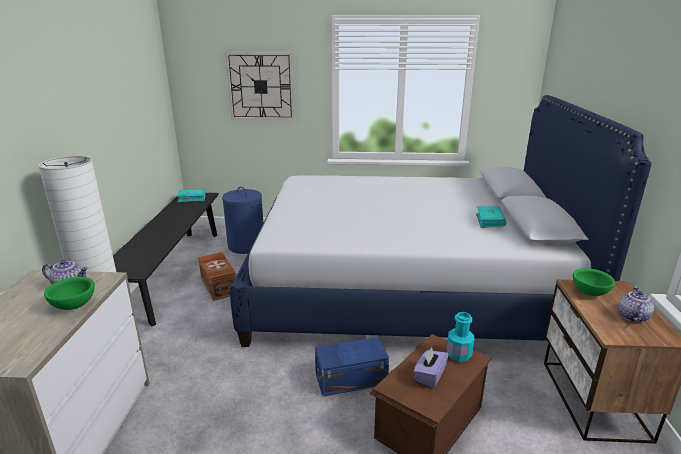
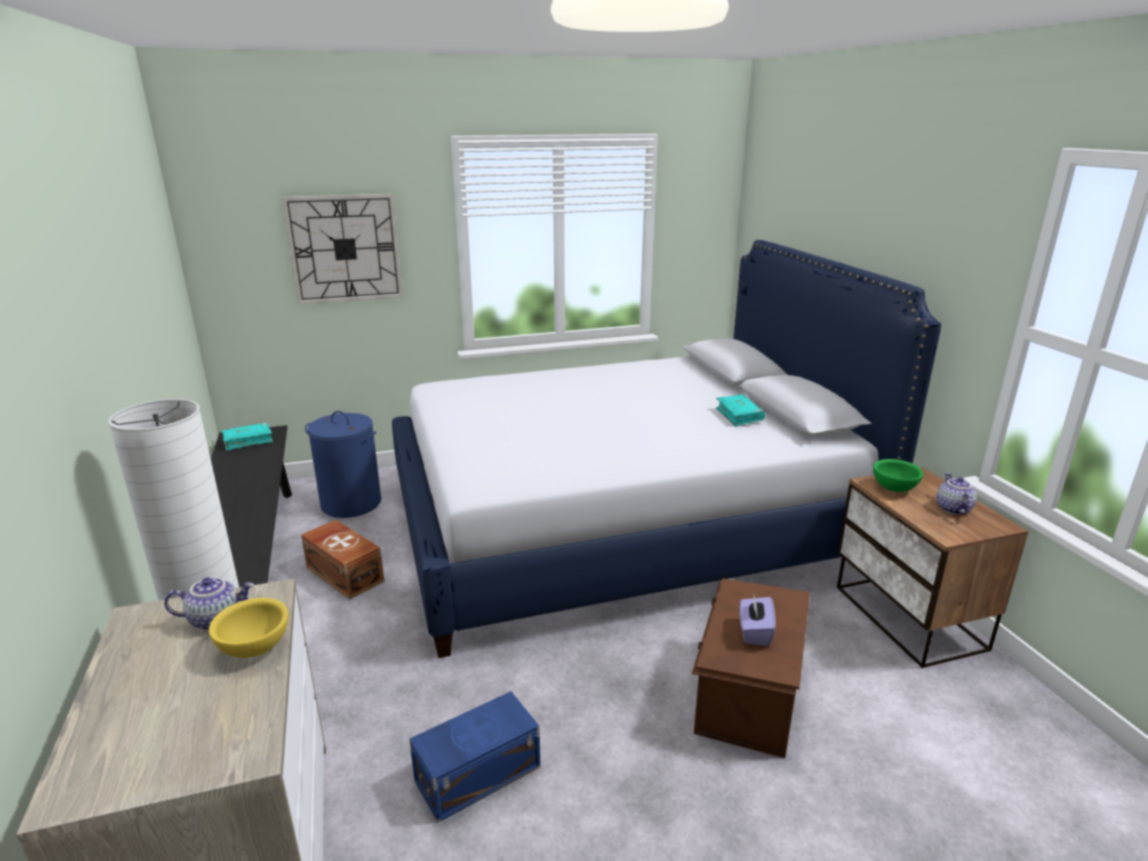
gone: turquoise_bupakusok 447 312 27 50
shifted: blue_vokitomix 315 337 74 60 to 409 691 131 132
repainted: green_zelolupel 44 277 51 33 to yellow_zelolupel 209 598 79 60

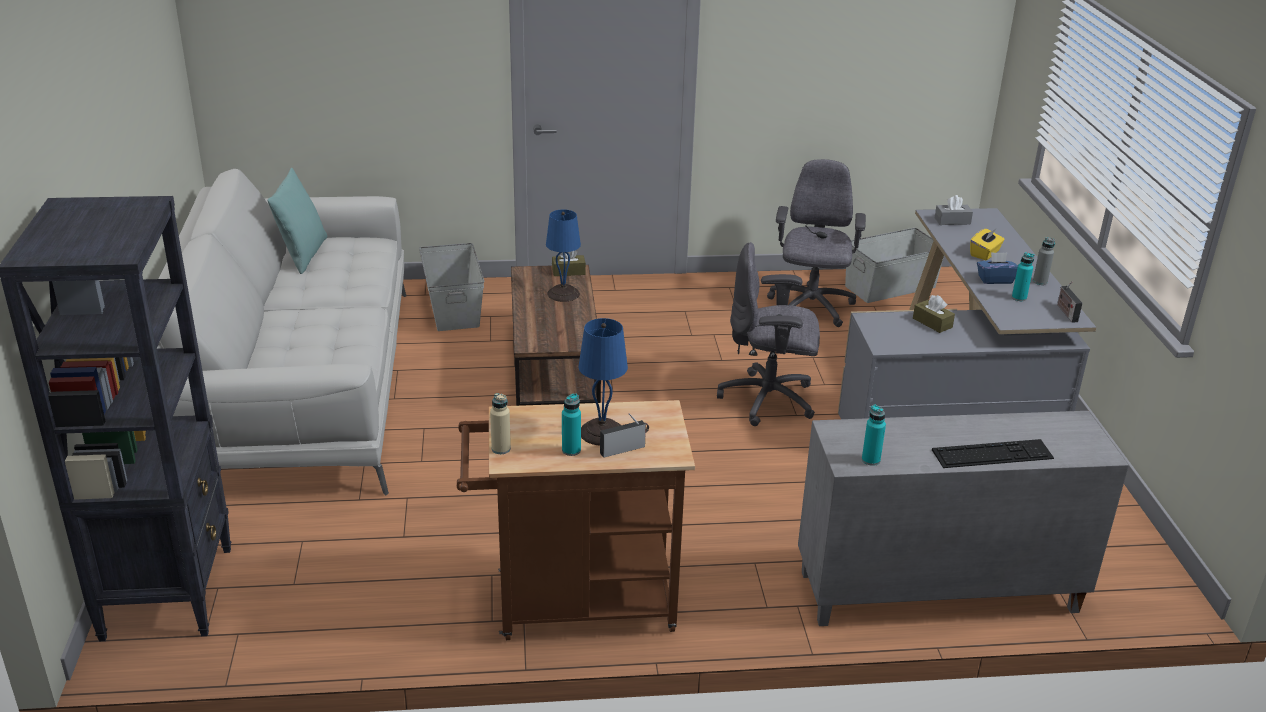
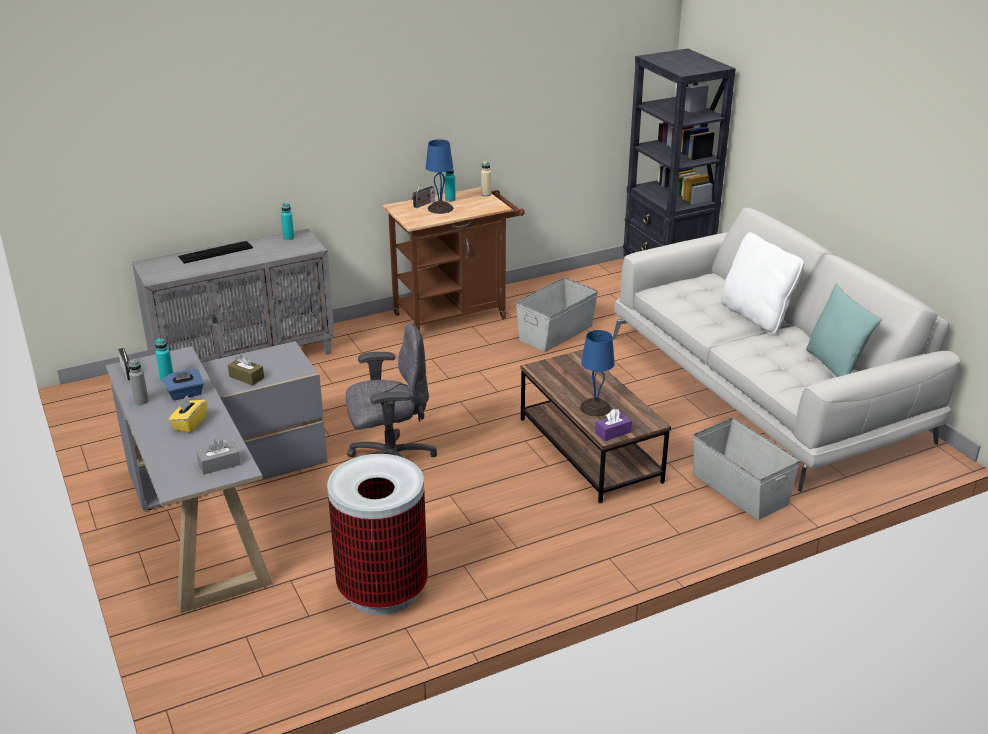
new: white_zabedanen 721 232 83 102
shifted: grey_vokitomix 845 228 99 75 to 516 277 82 75
swapped: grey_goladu 767 159 99 168 to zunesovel 327 454 101 161
repainted: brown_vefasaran 552 250 34 26 to purple_vefasaran 595 409 37 32

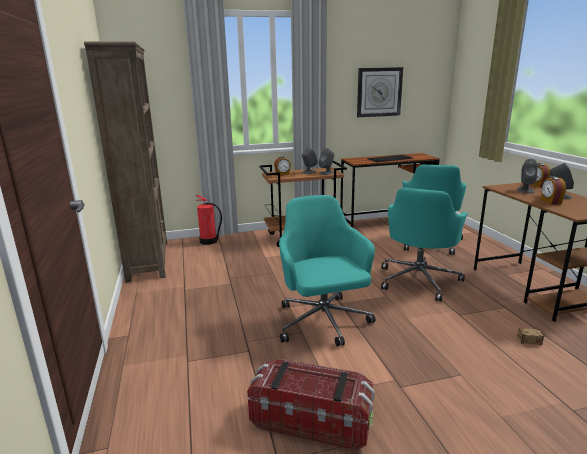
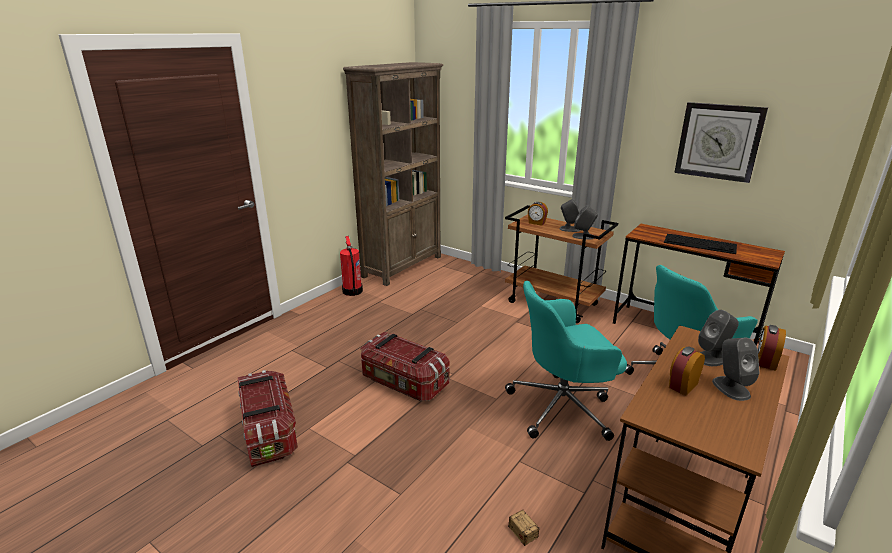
shifted: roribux 195 195 27 50 to 340 236 23 60
swapped: turquoise_goladu 279 195 96 152 to vokitomix 360 332 89 69

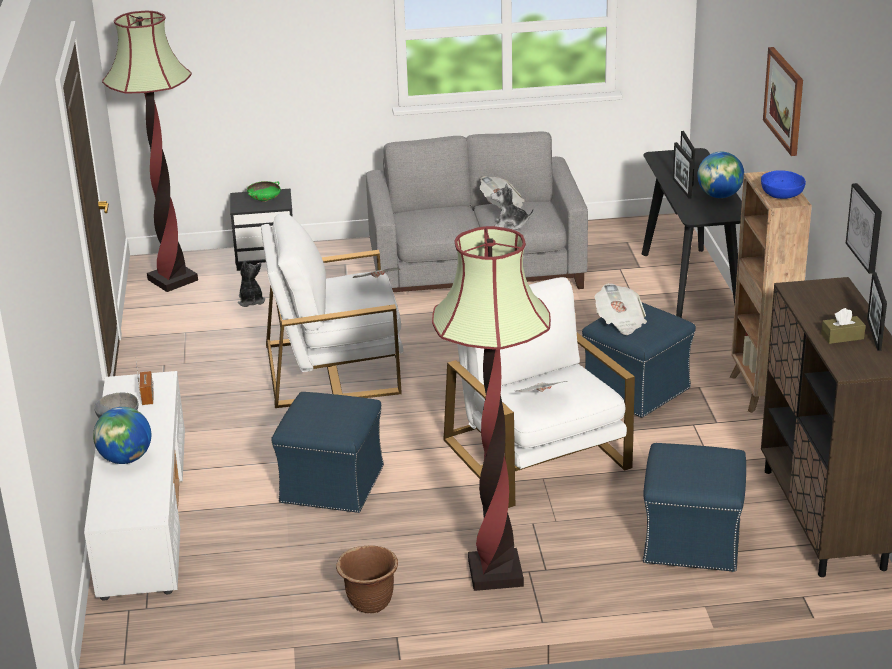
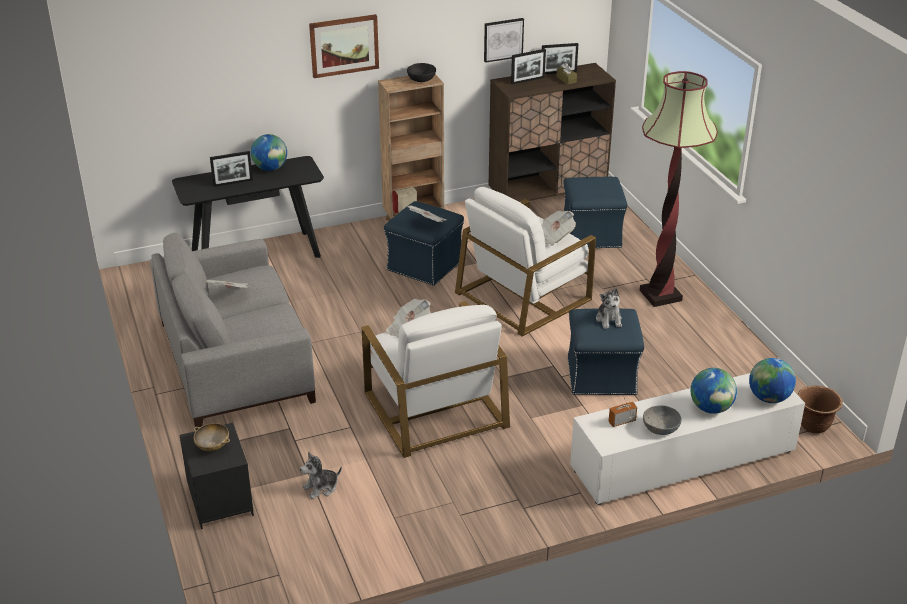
gone: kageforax 102 11 96 281
new: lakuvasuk 749 358 47 45
shifted: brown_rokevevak 336 546 62 67 to 798 385 45 48; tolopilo 491 183 43 47 to 596 288 26 41; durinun 673 142 20 57 to 511 49 35 35
repainted: green_zelolupel 247 181 34 21 to beige_zelolupel 193 423 37 28; blue_zelolupel 761 170 45 29 to black_zelolupel 407 63 29 19

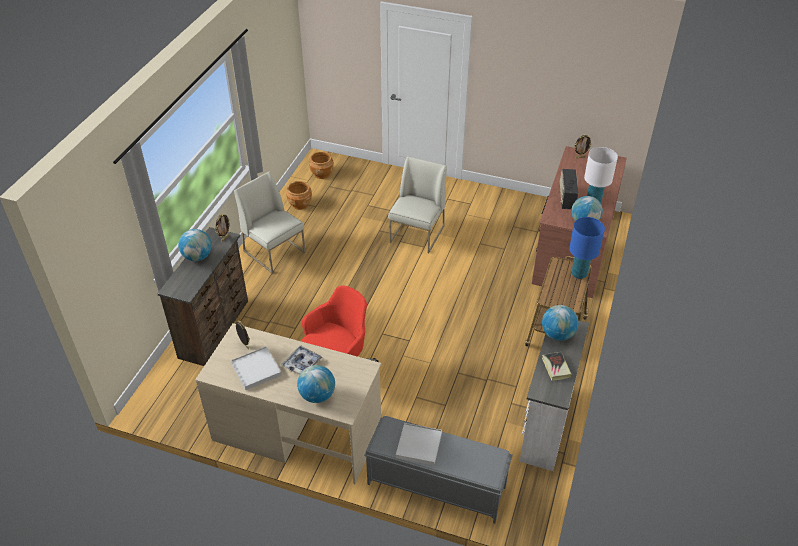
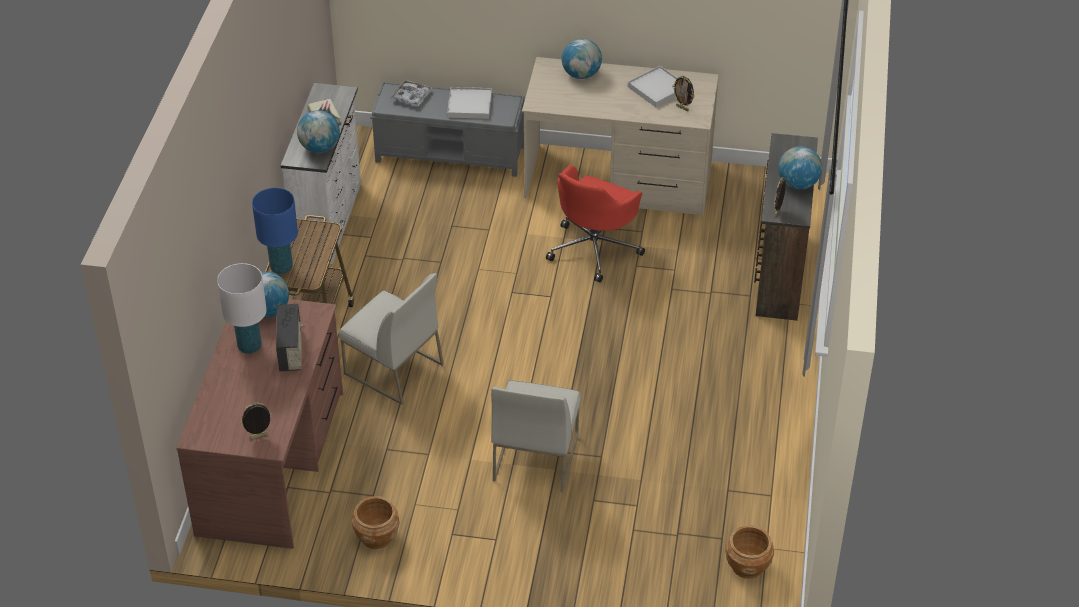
shifted: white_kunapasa 234 171 72 103 to 339 273 105 132; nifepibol 281 345 42 30 to 390 80 43 26; brown_rokevevak 286 181 26 29 to 352 496 48 53

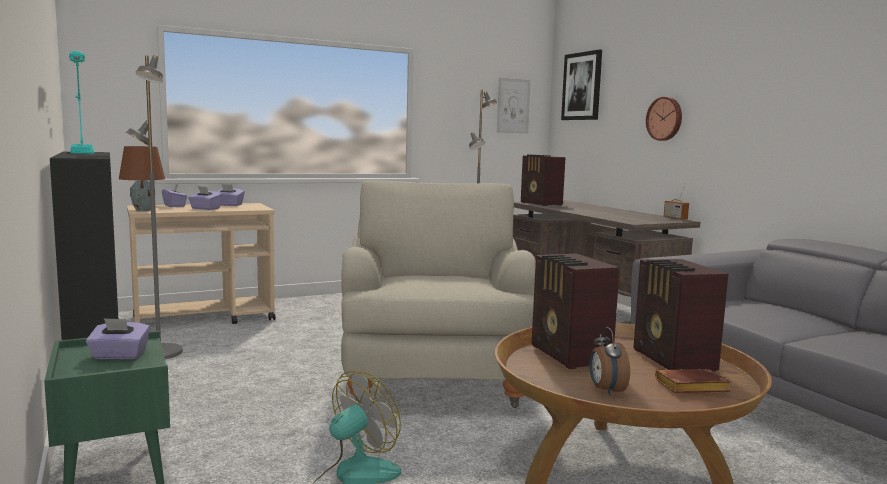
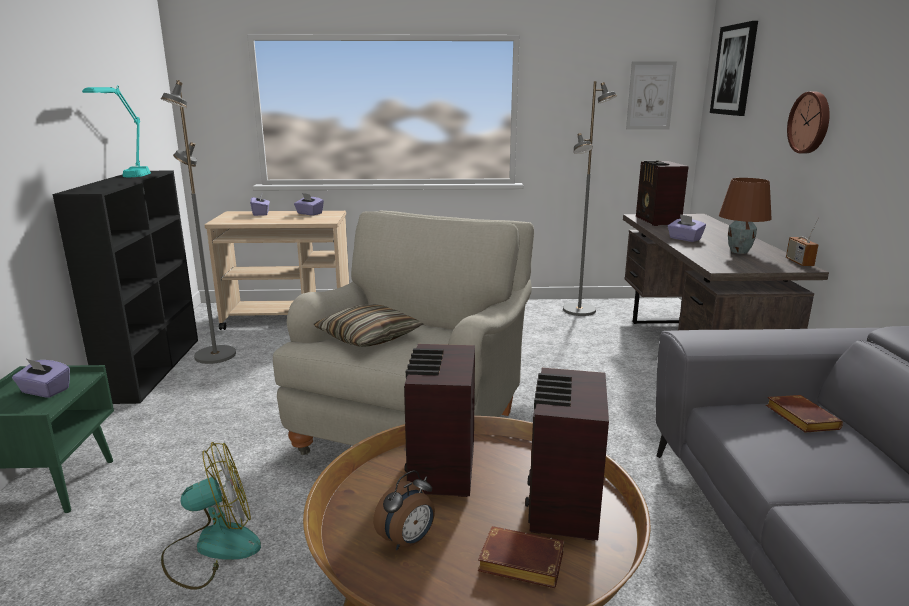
new: zabedanen 314 304 109 43; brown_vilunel 766 395 77 38
shifted: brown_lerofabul 119 146 46 65 to 719 178 53 76; purple_vefasaran 188 186 34 24 to 668 214 38 28
rotated: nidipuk 589 327 41 69 = 373 470 62 80 150 degrees counterclockwise

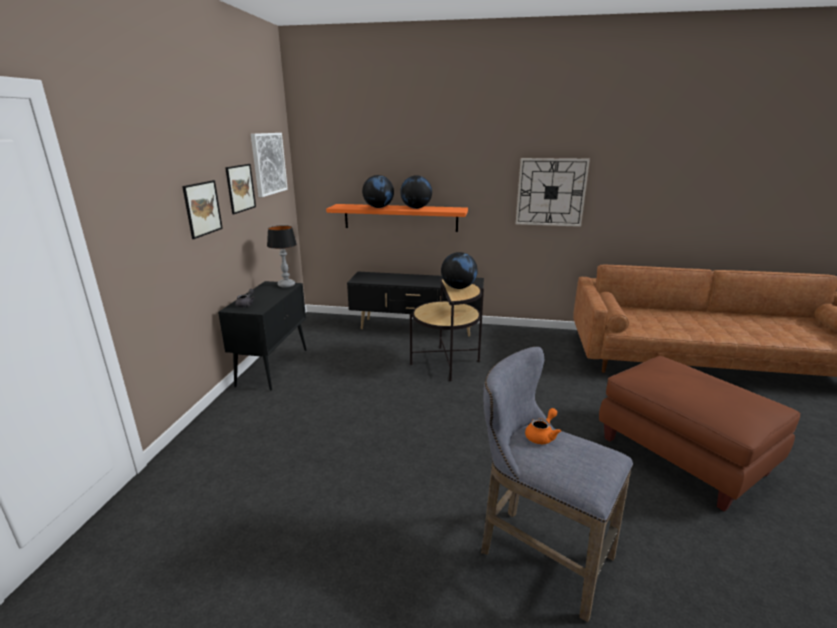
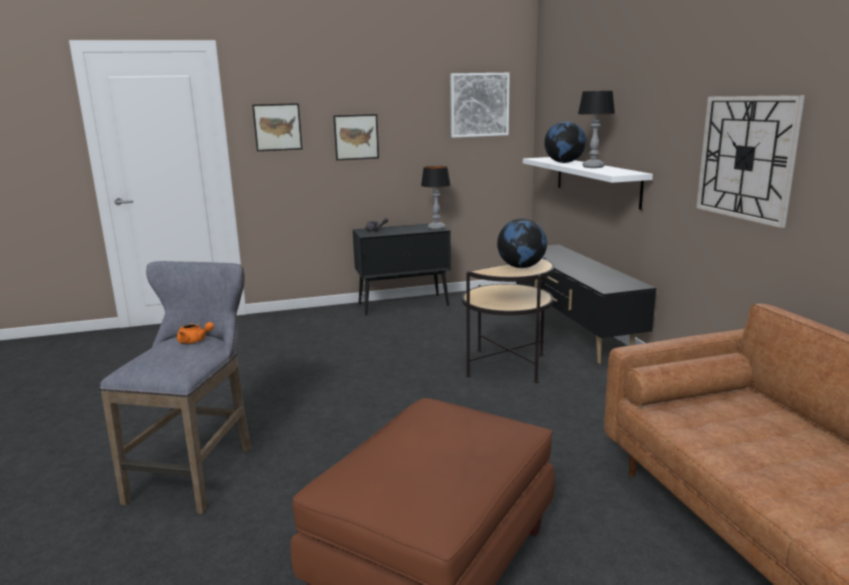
shifted: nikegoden 225 164 31 50 to 252 103 50 48
swapped: lakuvasuk 400 175 32 34 to lerofabul 578 91 37 77
repainted: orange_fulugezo 326 204 142 28 to white_fulugezo 523 157 130 53

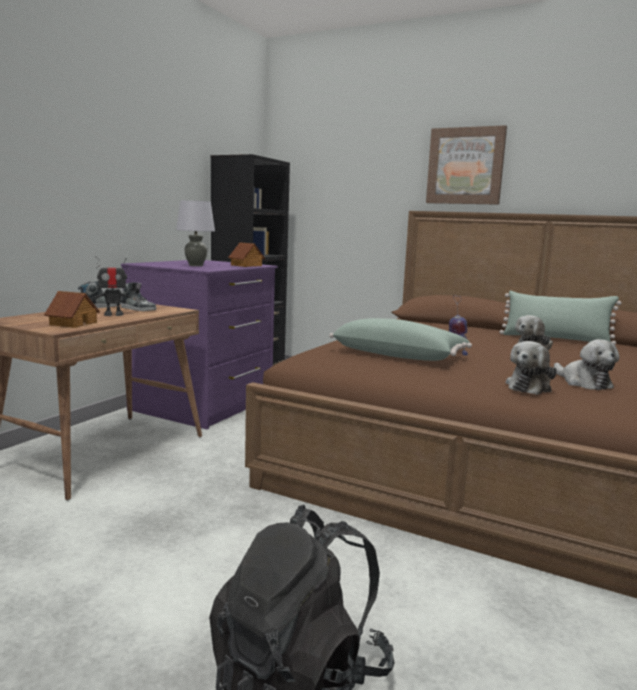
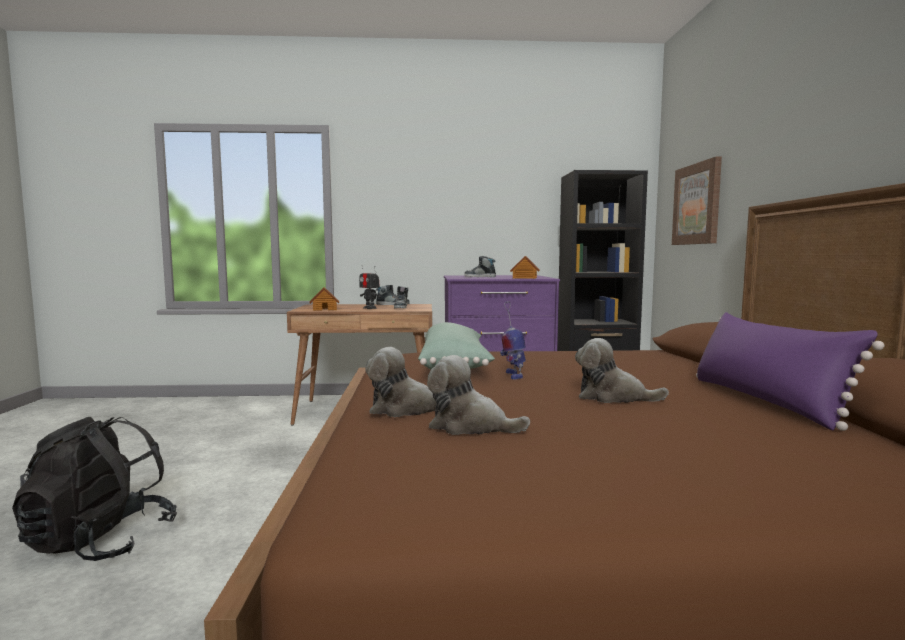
shifted: nikegoden 426 125 81 80 to 672 157 50 88
swapped: grey_lerofabul 176 200 39 66 to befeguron 464 256 32 21
repainted: green_zabedanen 499 291 123 54 to purple_zabedanen 696 312 189 119
rotated: tolopilo 554 339 65 51 = 427 355 103 80 75 degrees clockwise

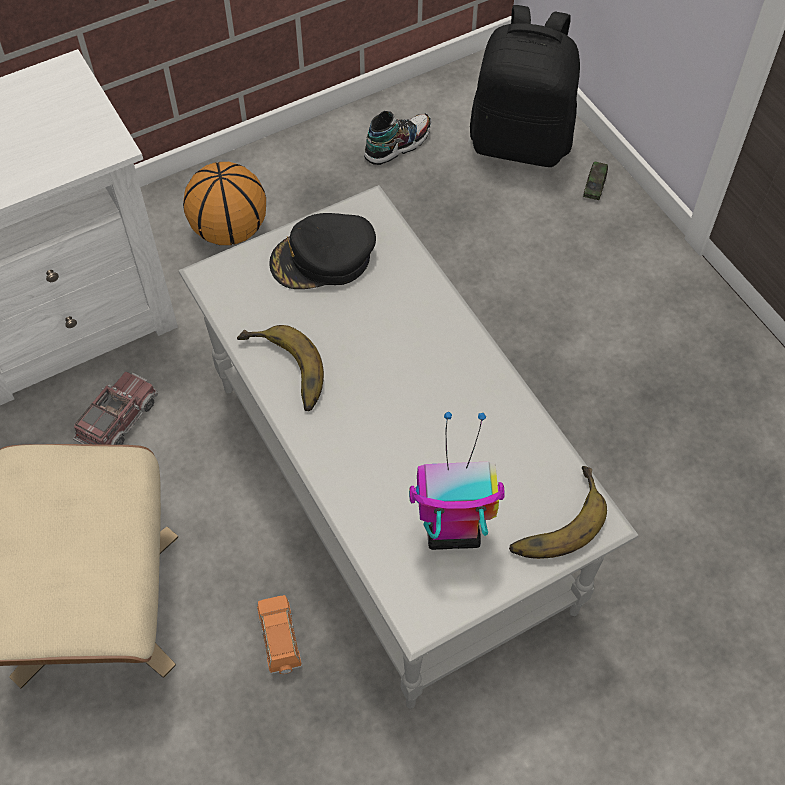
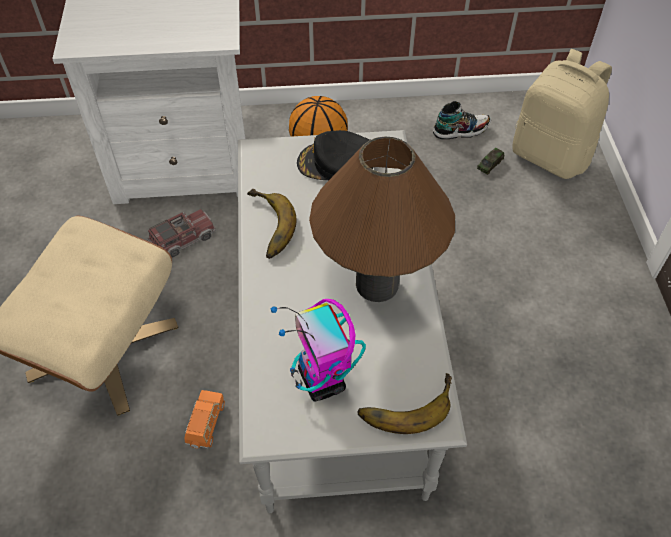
new: brown_lerofabul 309 137 146 165
shifted: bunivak 583 162 25 38 to 477 148 27 27
repainted: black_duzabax 470 5 110 162 to beige_duzabax 513 49 99 130
rotated: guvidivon 409 412 96 138 = 271 299 95 103 135 degrees counterclockwise

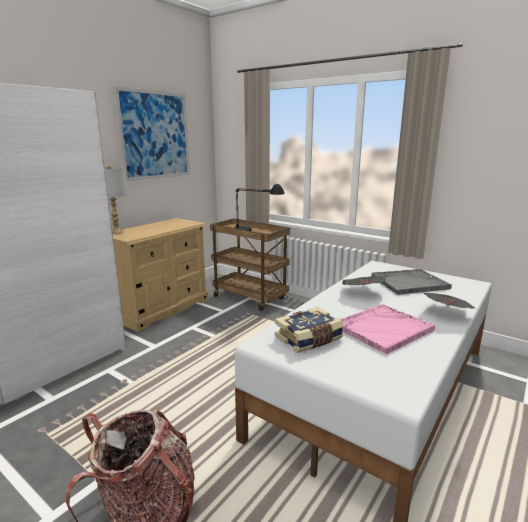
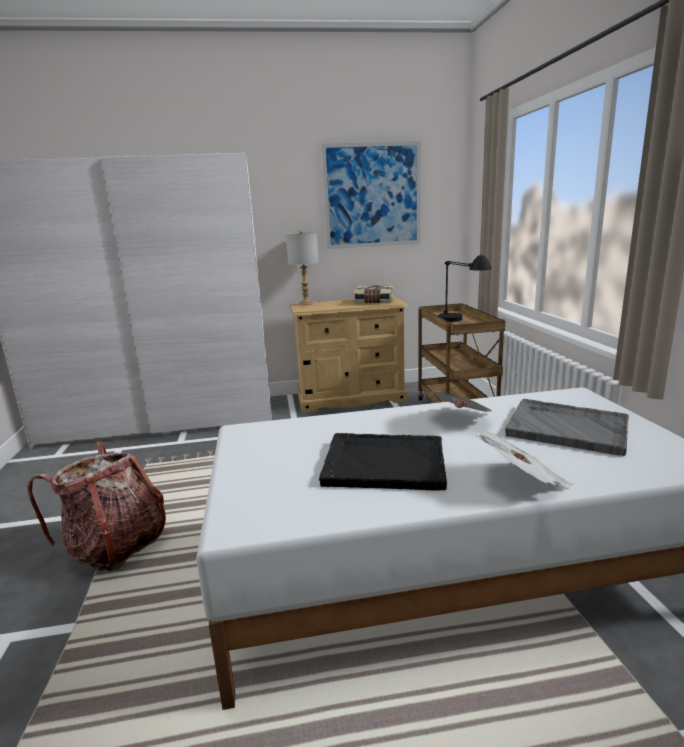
shifted: vilunel 275 307 69 46 to 354 285 40 19
repainted: pink_nifepibol 341 304 94 50 to black_nifepibol 319 433 128 58

